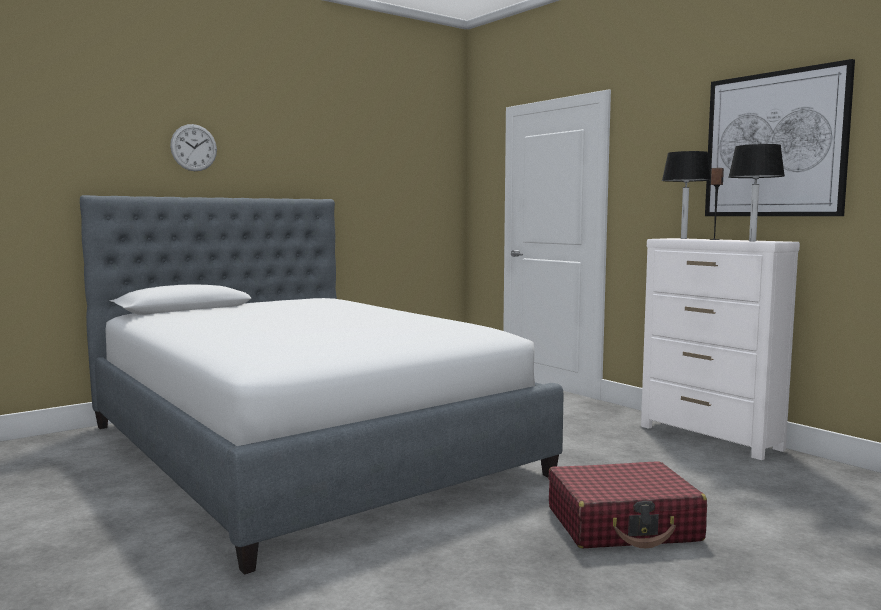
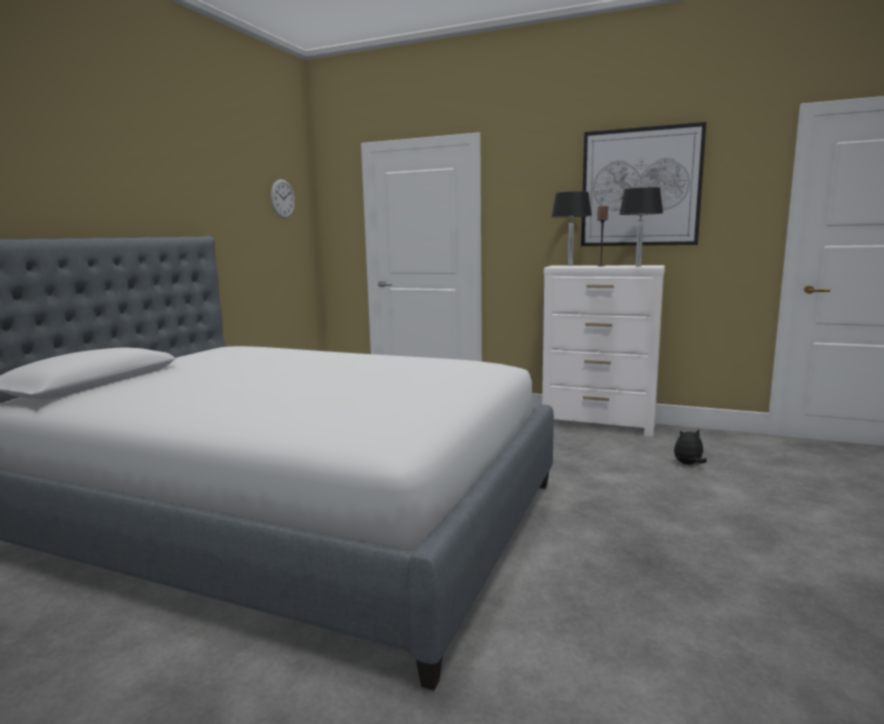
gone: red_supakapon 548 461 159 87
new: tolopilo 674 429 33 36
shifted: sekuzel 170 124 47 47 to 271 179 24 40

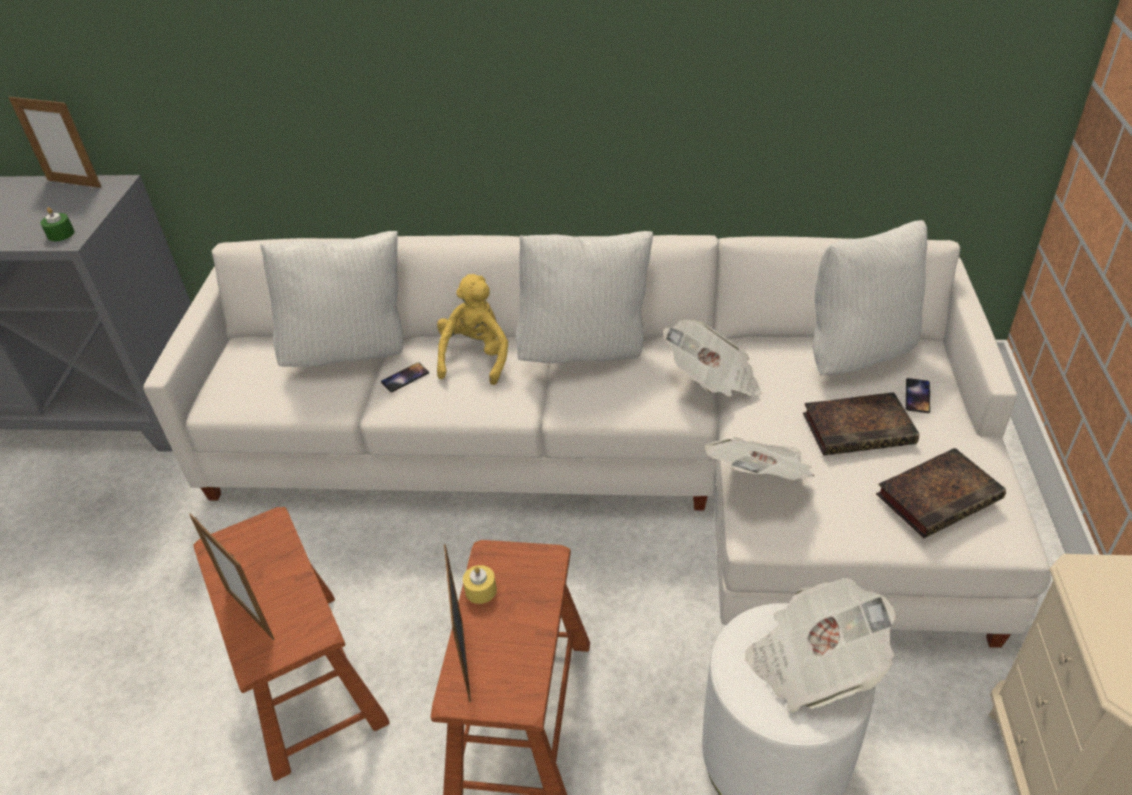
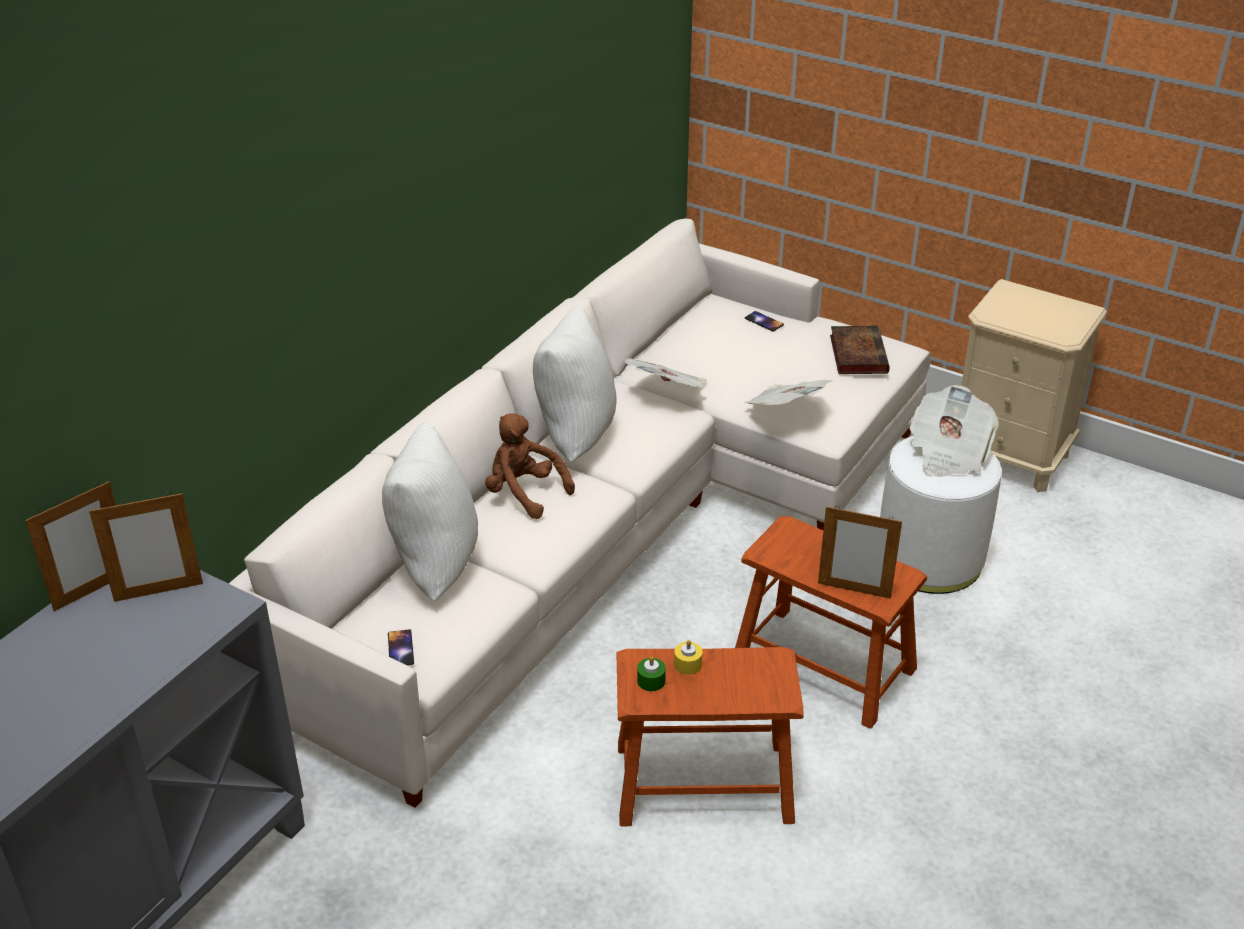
gone: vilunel 803 392 116 64; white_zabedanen 813 220 114 155
shifted: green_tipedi 40 207 35 35 to 637 656 29 35; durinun 189 514 85 126 to 89 492 114 110; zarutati 381 362 48 30 to 388 629 26 36; yellow_tipedi 463 565 34 39 to 674 640 29 35
repainted: yellow_tolopilo 437 274 71 111 to brown_tolopilo 485 413 90 106

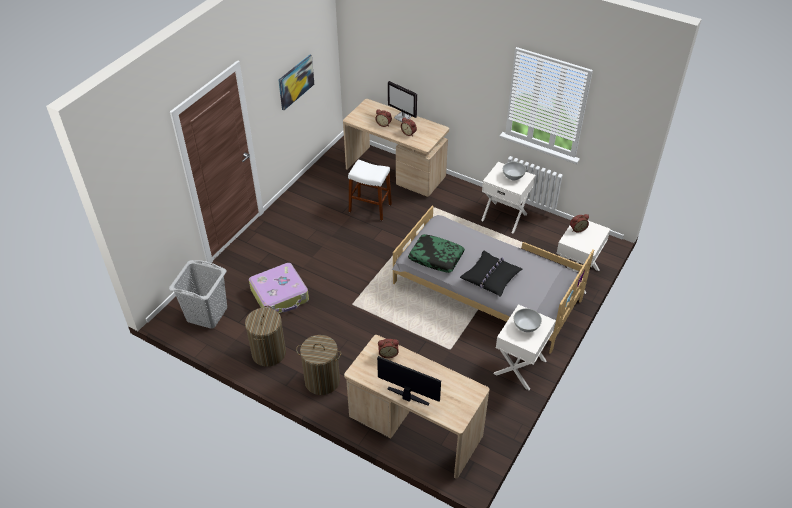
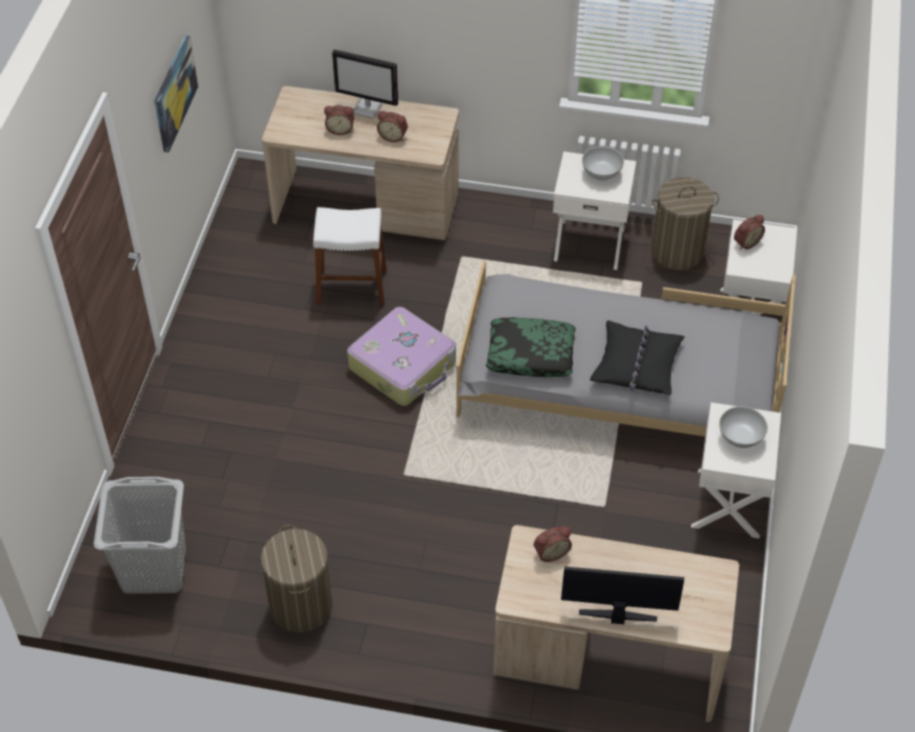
shifted: supakapon 249 263 60 50 to 347 307 109 99; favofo 296 335 46 60 to 651 177 68 93

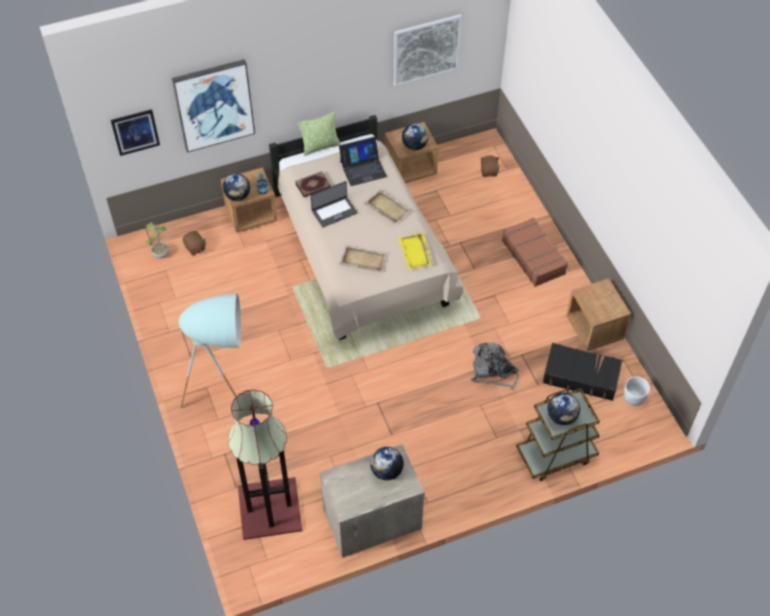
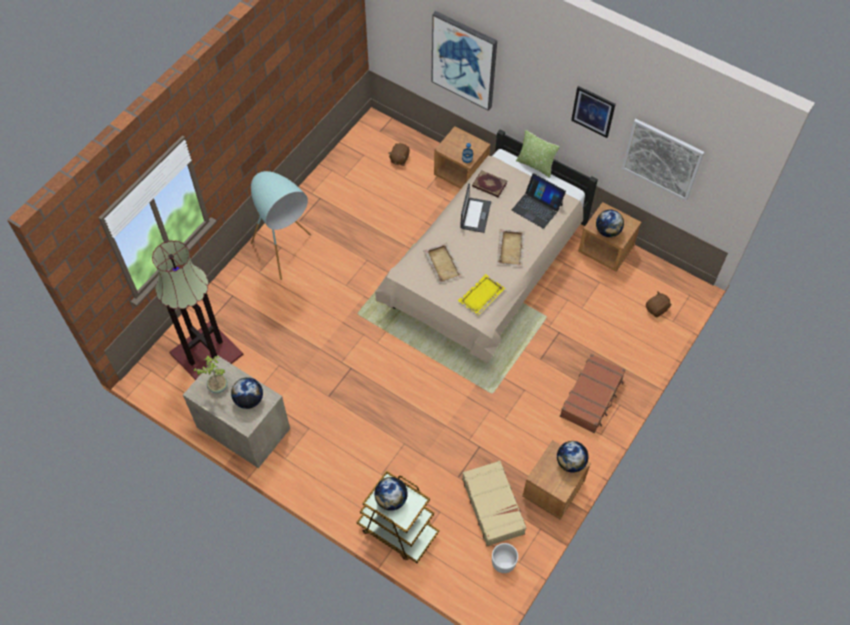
gone: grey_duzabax 471 343 48 47
shifted: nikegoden 111 109 49 47 to 571 86 45 52; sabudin 146 222 23 36 to 193 355 35 38; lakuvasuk 223 174 27 27 to 557 441 32 32
repainted: black_supakapon 542 343 81 58 to beige_supakapon 462 461 64 85
rotated: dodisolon 311 181 47 46 = 460 184 31 49 105 degrees counterclockwise

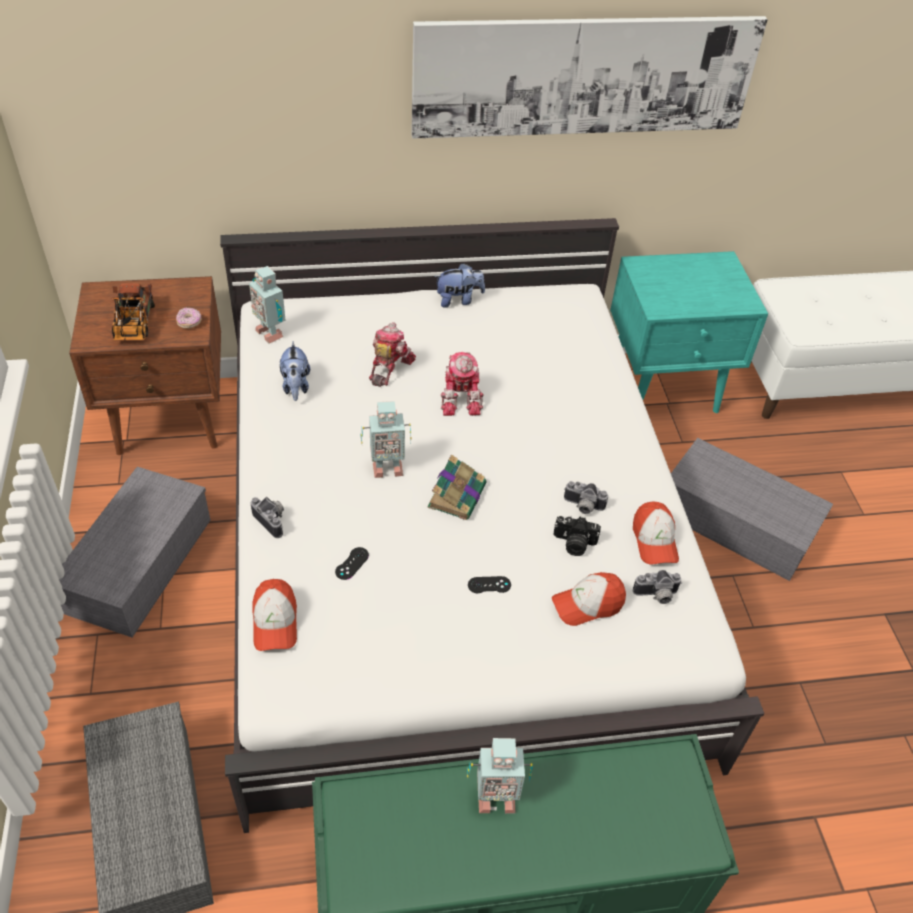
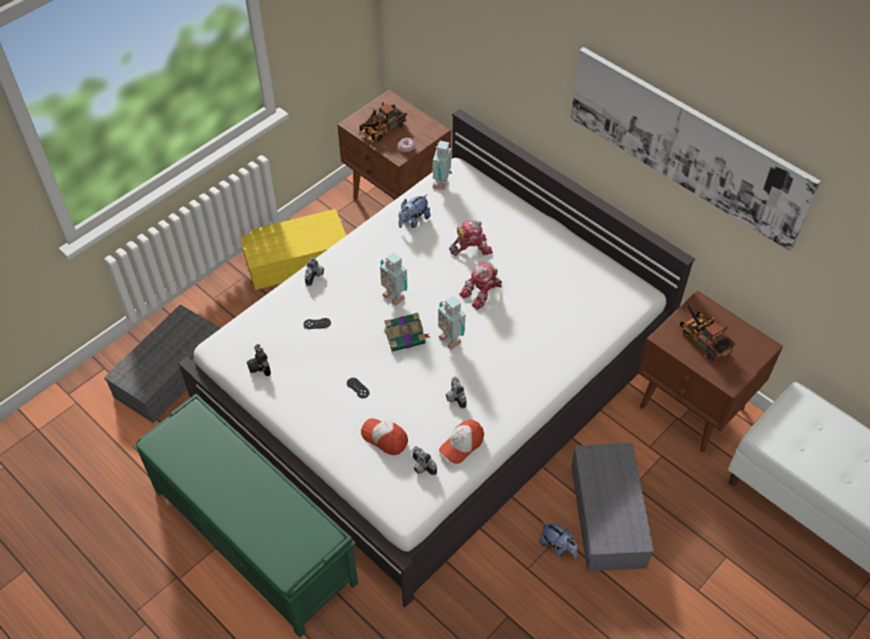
gone: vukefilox 252 579 45 72
new: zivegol 679 302 56 60
shifted: tolopilo 434 263 51 45 to 539 522 39 36; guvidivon 467 738 66 76 to 438 296 27 54; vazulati 554 516 47 40 to 247 344 24 32
repainted: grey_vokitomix 59 467 151 171 to yellow_vokitomix 241 209 105 81; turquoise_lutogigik 610 251 158 162 to brown_lutogigik 638 290 145 163

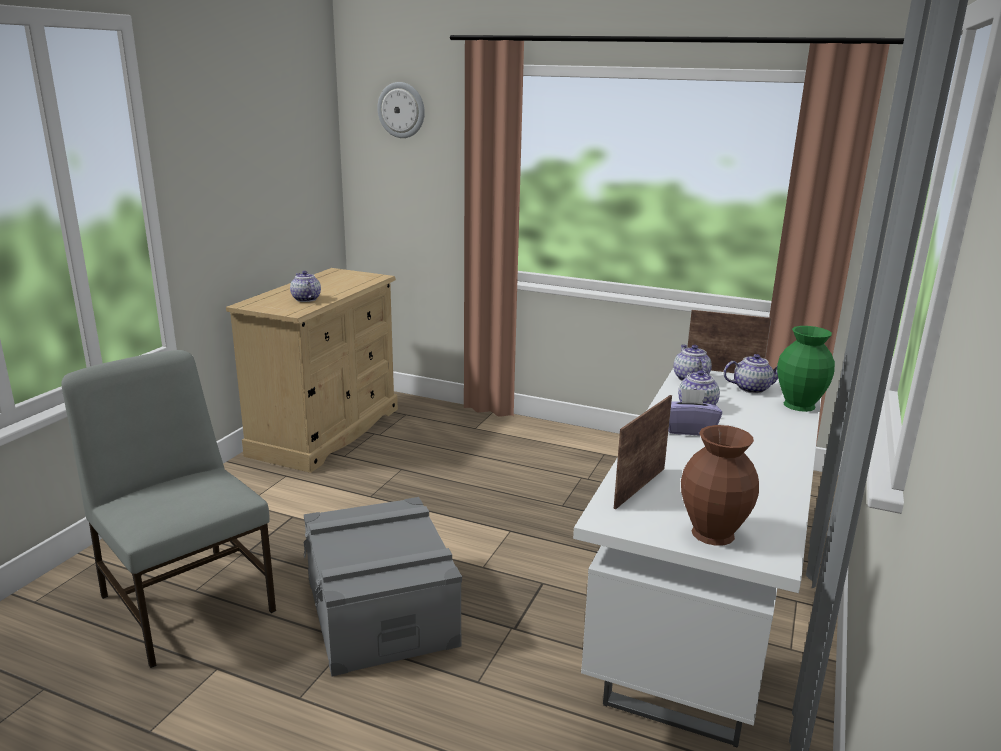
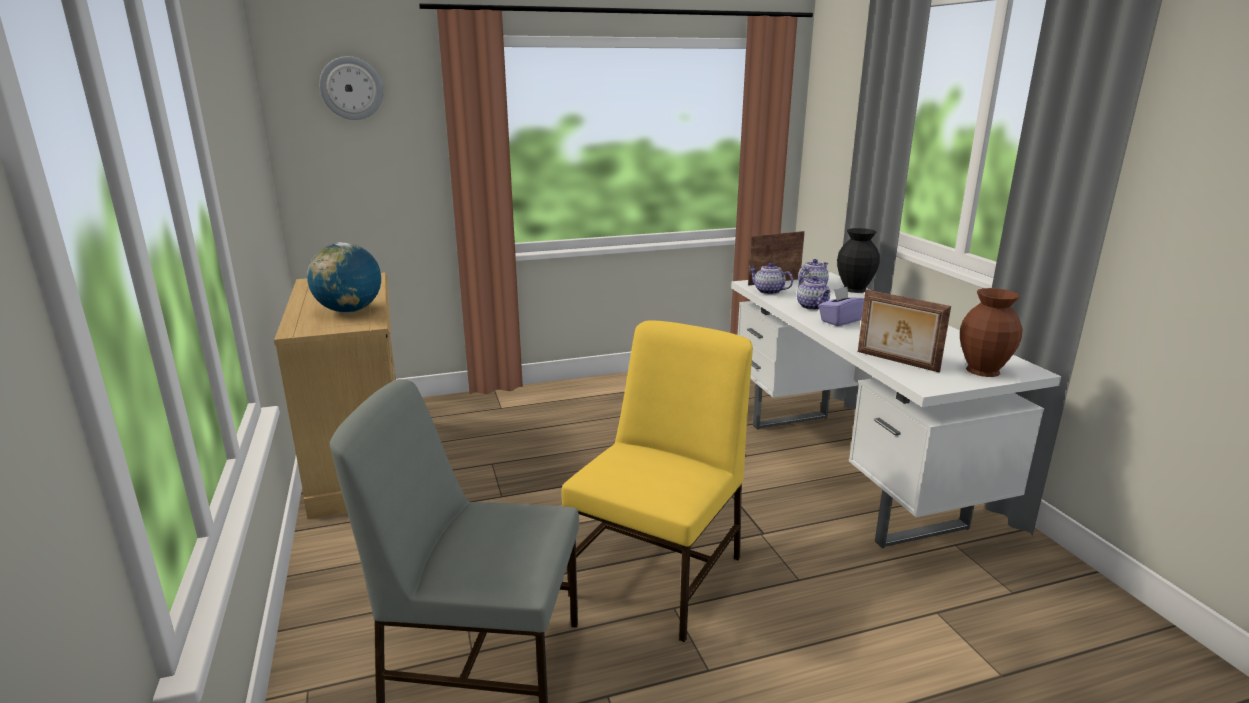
swapped: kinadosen 290 271 31 31 to lakuvasuk 307 242 74 71; grey_vokitomix 303 497 159 179 to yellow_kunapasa 562 320 191 322
repainted: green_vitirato 777 326 58 86 to black_vitirato 837 228 43 65
rotated: durinun 614 395 58 115 = 858 289 93 84 45 degrees counterclockwise

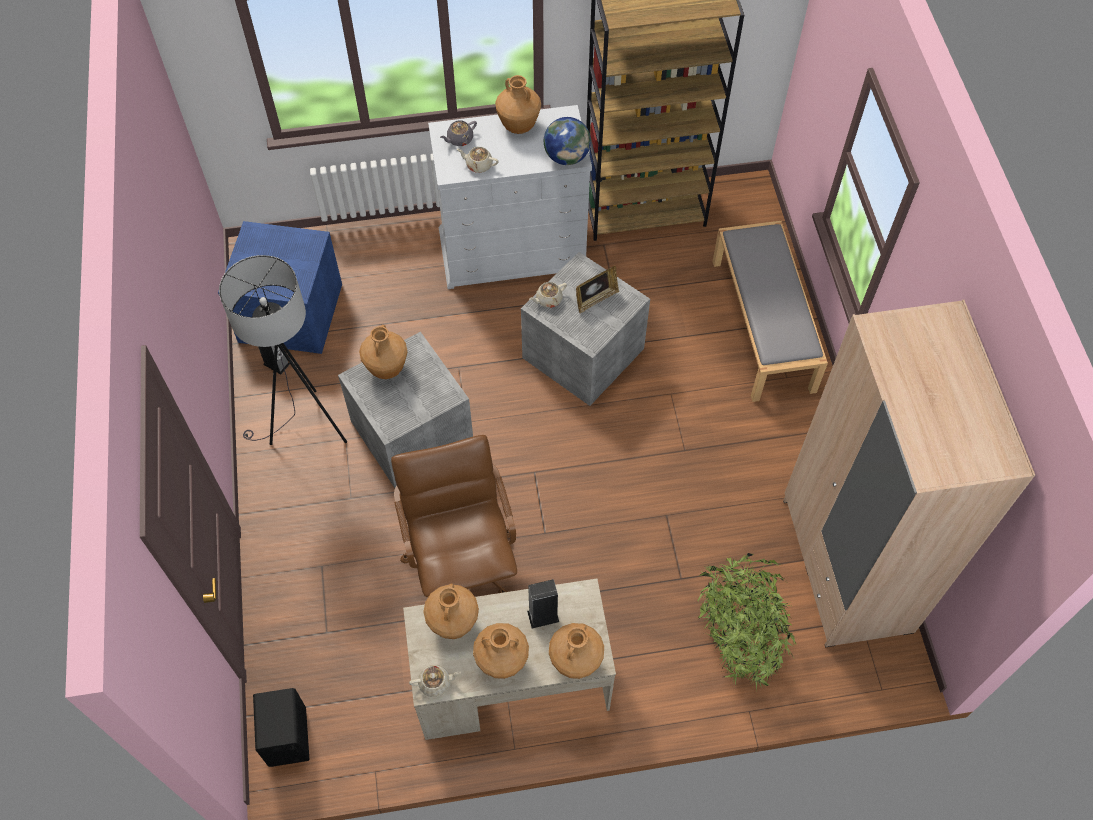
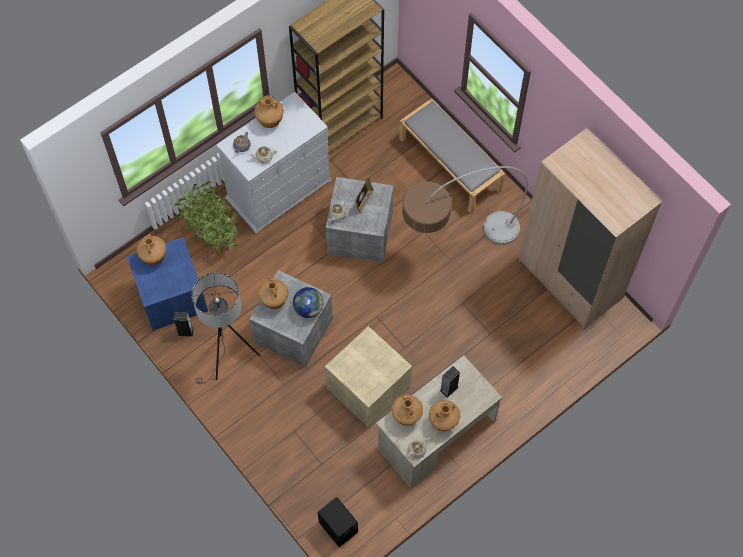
new: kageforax 402 166 126 79
shifted: lakuvasuk 544 117 47 48 to 293 287 31 31; brown_vitirato 549 623 55 56 to 137 234 29 31; sabudin 697 553 99 136 to 173 181 67 71
swapped: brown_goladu 391 435 126 162 to beige_vokitomix 325 326 87 102

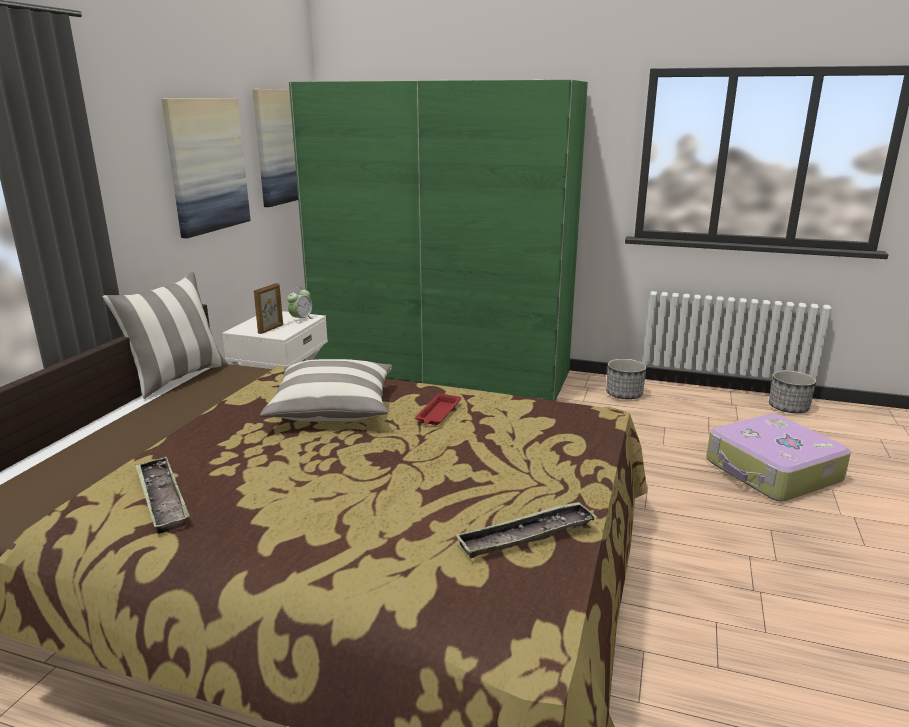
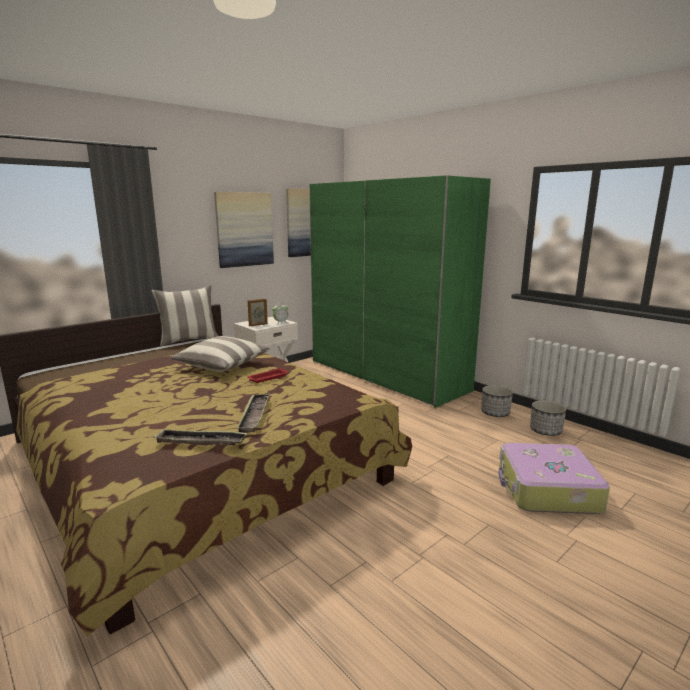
shifted: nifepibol 136 457 54 77 to 237 394 33 39; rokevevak 769 370 47 43 to 530 400 36 36

